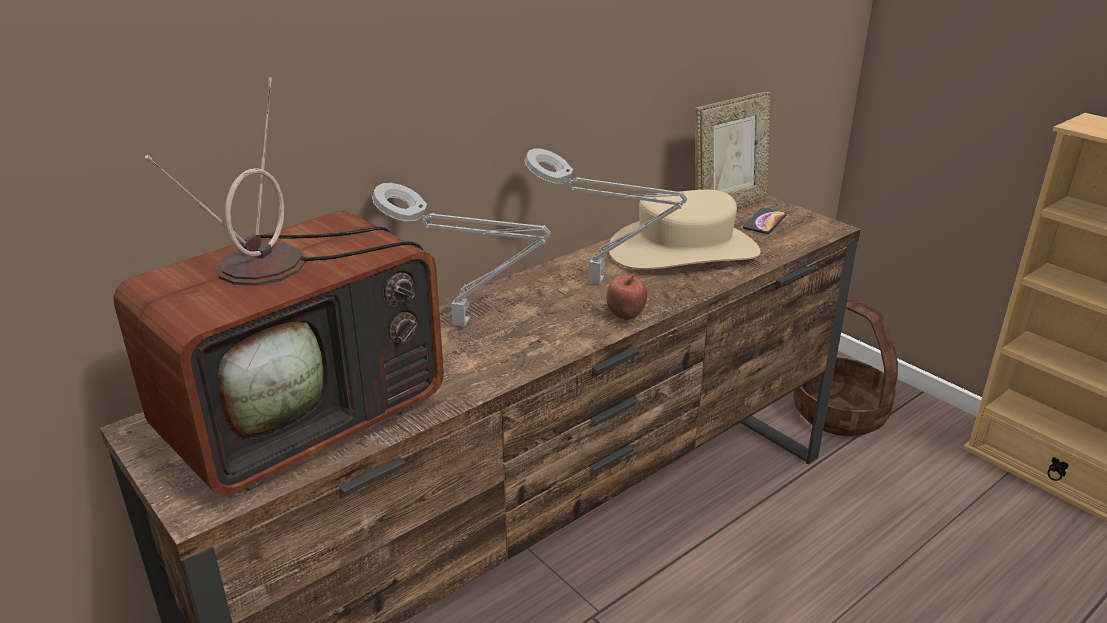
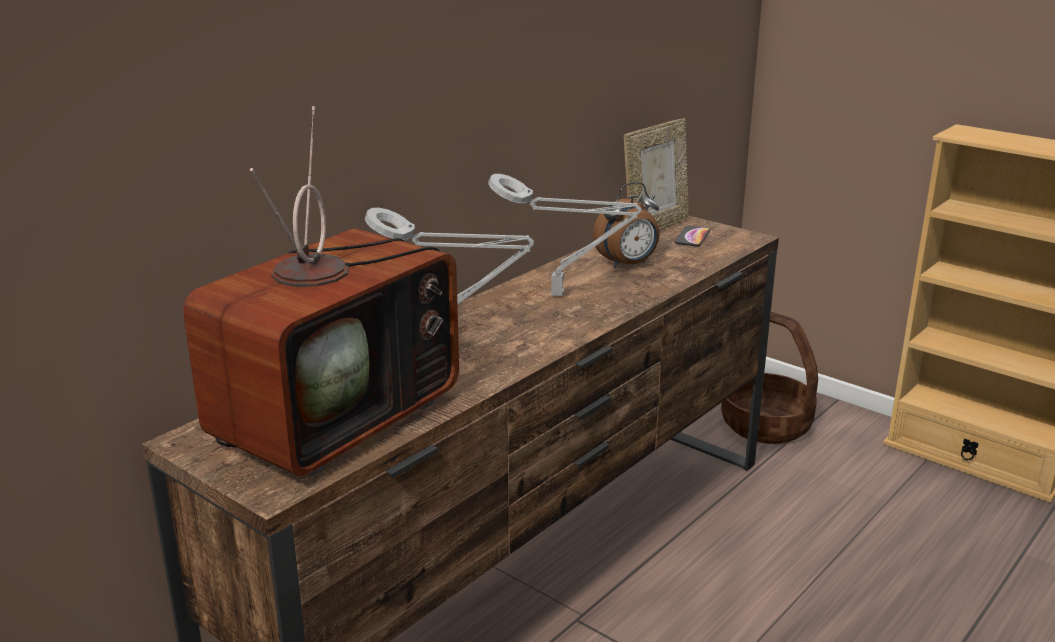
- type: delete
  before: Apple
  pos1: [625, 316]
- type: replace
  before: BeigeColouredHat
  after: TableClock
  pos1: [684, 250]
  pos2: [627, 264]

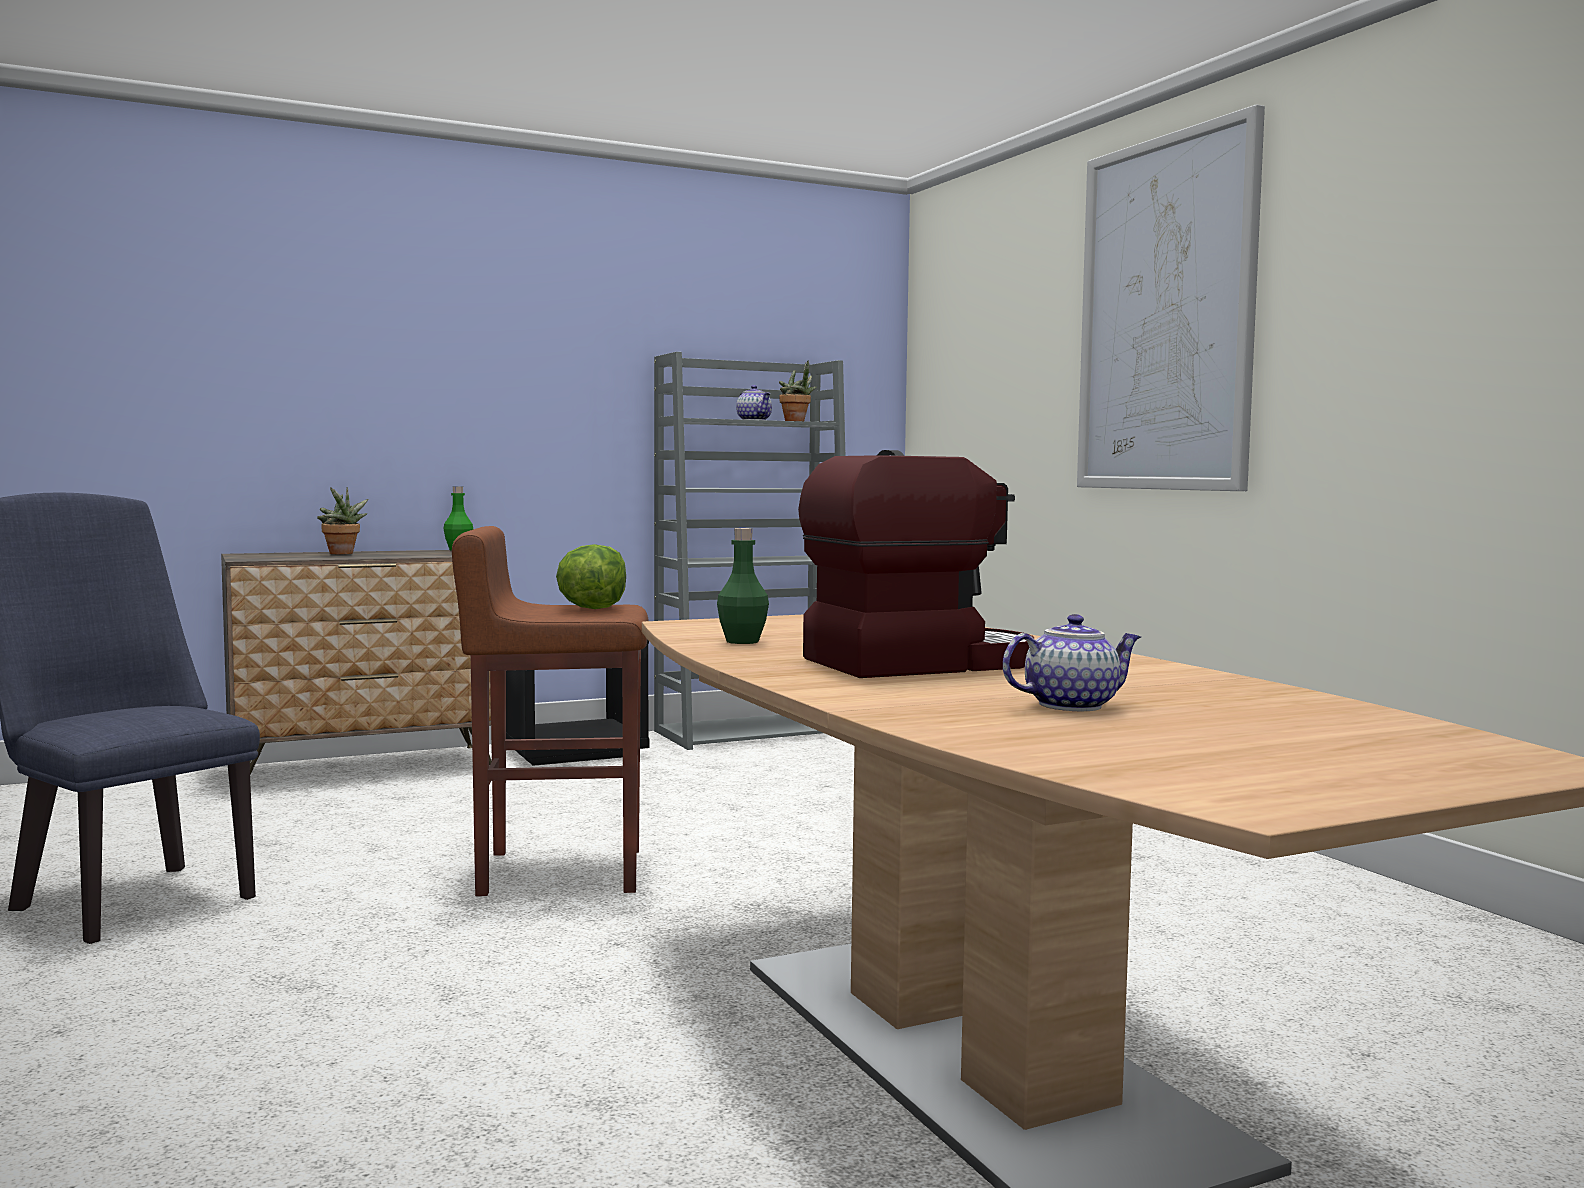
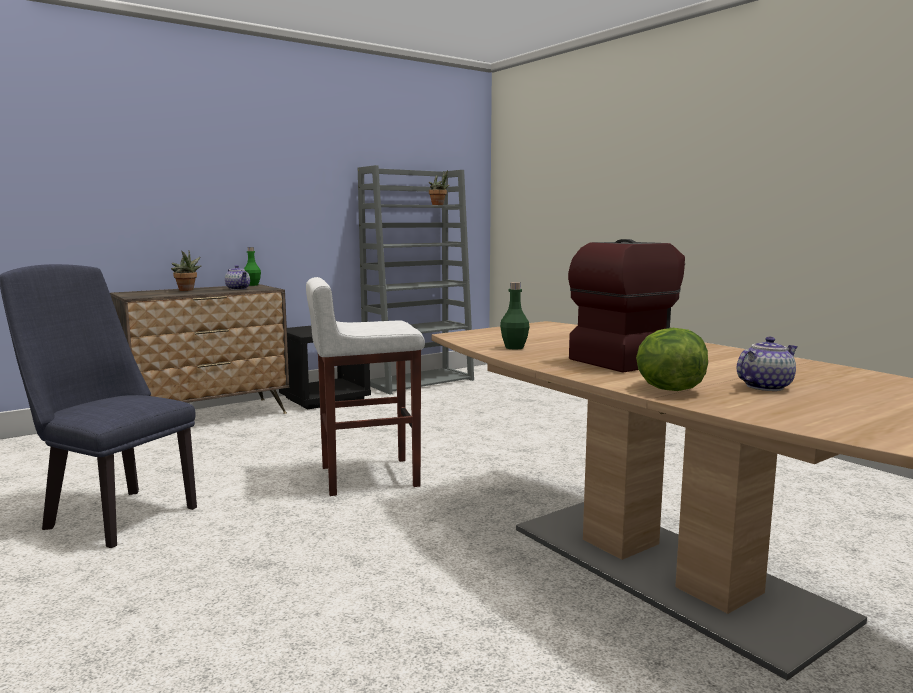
- type: recolor
  before: BrownColouredSittingStool
  after: WhiteColouredSittingStool
  pos1: [558, 871]
  pos2: [367, 476]
- type: move
  before: LettuceHead
  pos1: [592, 608]
  pos2: [668, 389]
- type: move
  before: Teapot
  pos1: [755, 420]
  pos2: [238, 289]
- type: delete
  before: Picture
  pos1: [1166, 314]

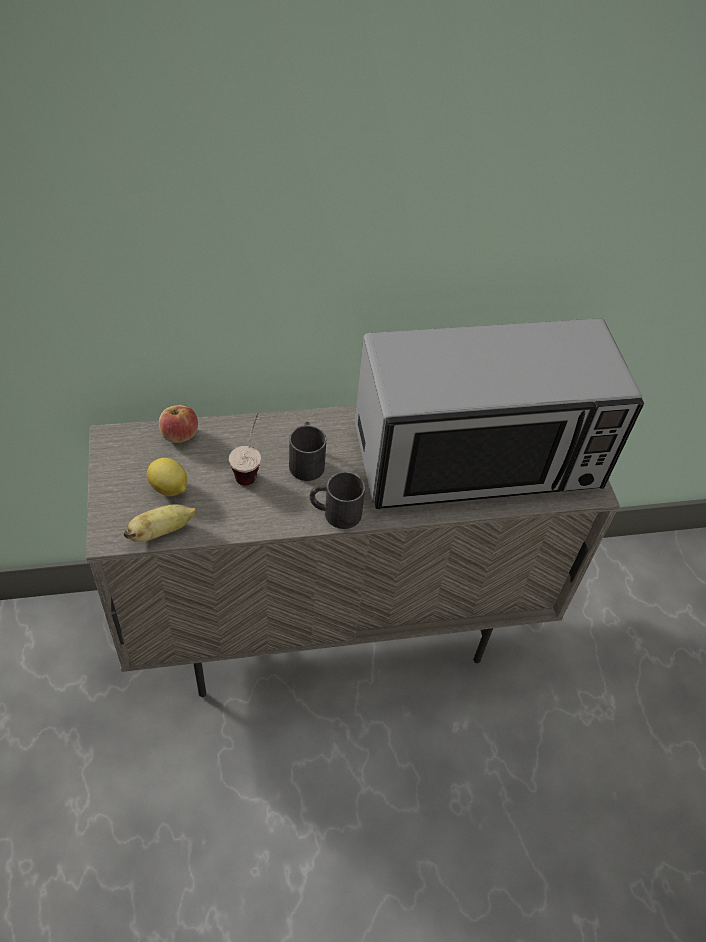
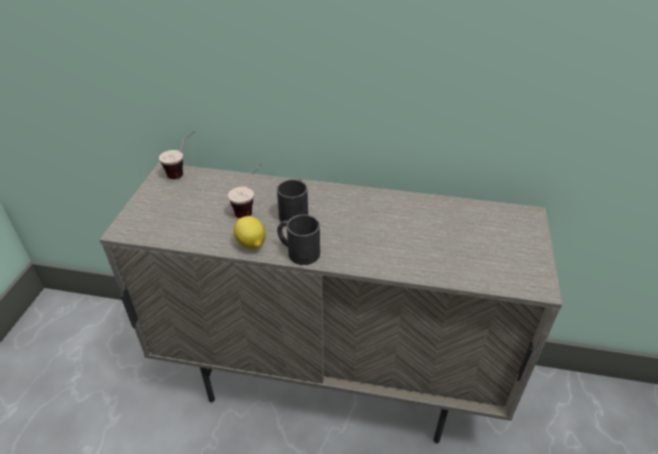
- type: delete
  before: BananaFruit
  pos1: [161, 531]
- type: move
  before: CitrusFruit
  pos1: [169, 488]
  pos2: [251, 244]
- type: delete
  before: Apple
  pos1: [179, 434]
- type: delete
  before: MicrowaveOven
  pos1: [478, 457]
- type: insert
  after: SmallCup
  pos2: [183, 171]

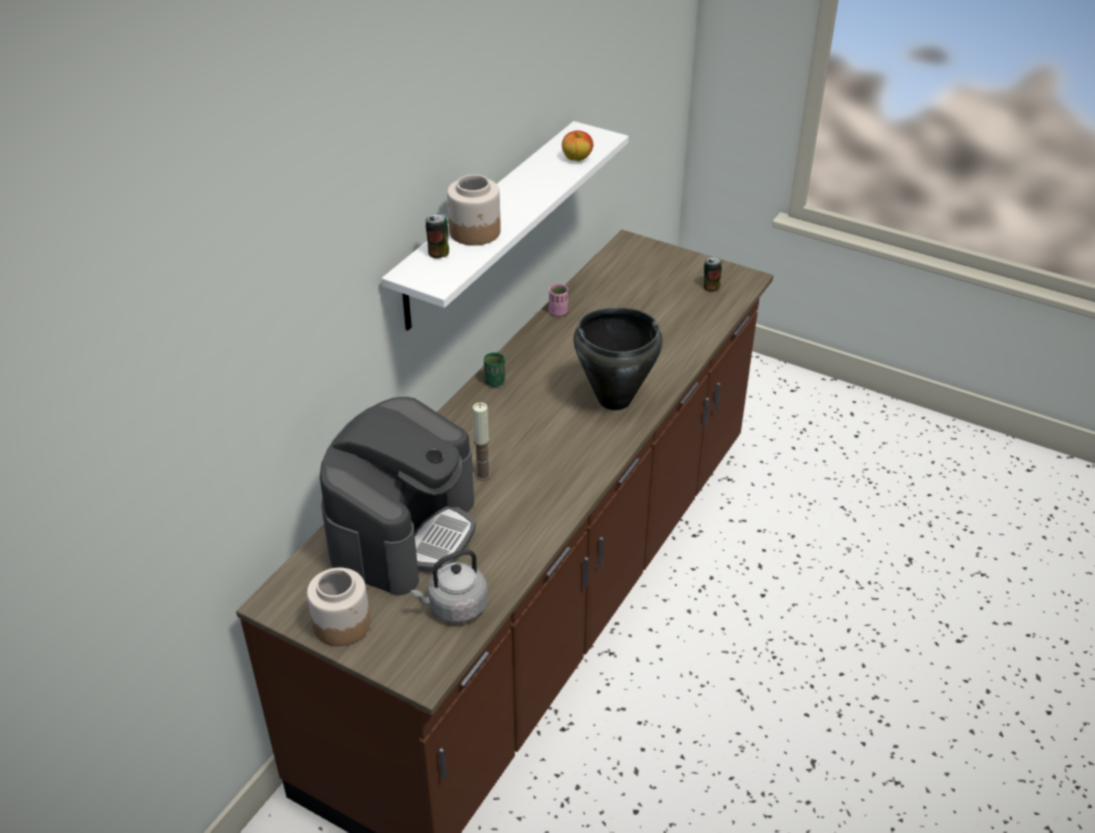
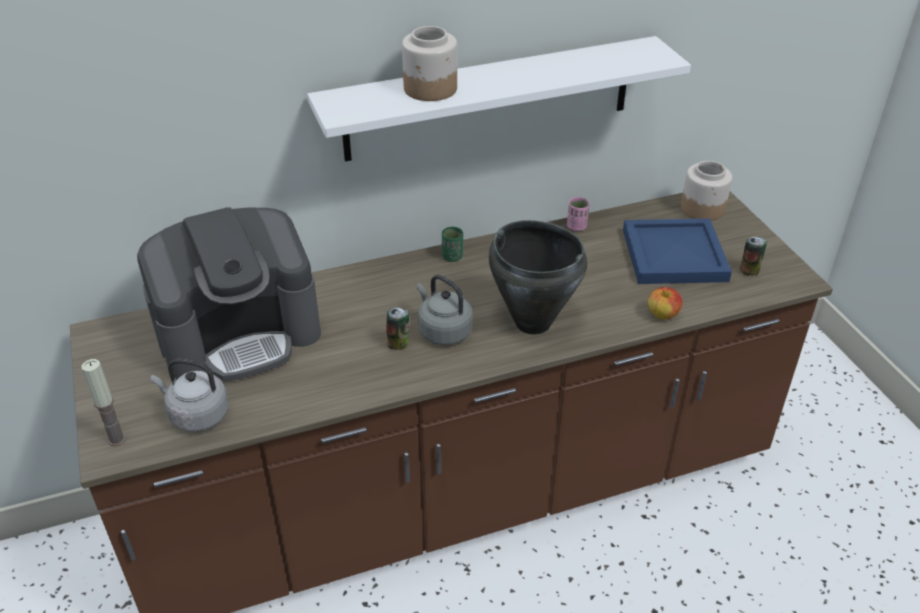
- type: move
  before: Jar
  pos1: [342, 624]
  pos2: [703, 208]
- type: move
  before: SealedCan
  pos1: [439, 253]
  pos2: [398, 343]
- type: move
  before: Candle
  pos1: [483, 475]
  pos2: [117, 439]
- type: move
  before: Apple
  pos1: [577, 158]
  pos2: [662, 315]
- type: insert
  after: GrayTeaKettle
  pos2: [443, 331]
- type: insert
  after: BlueColouredTray
  pos2: [672, 254]

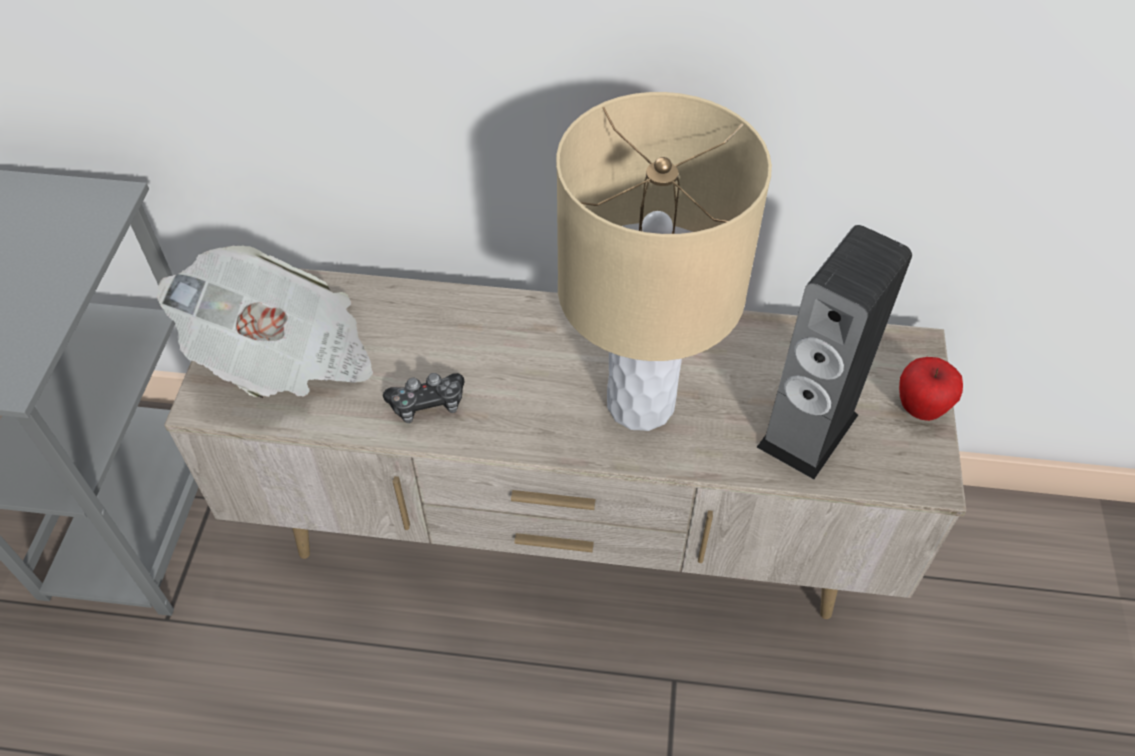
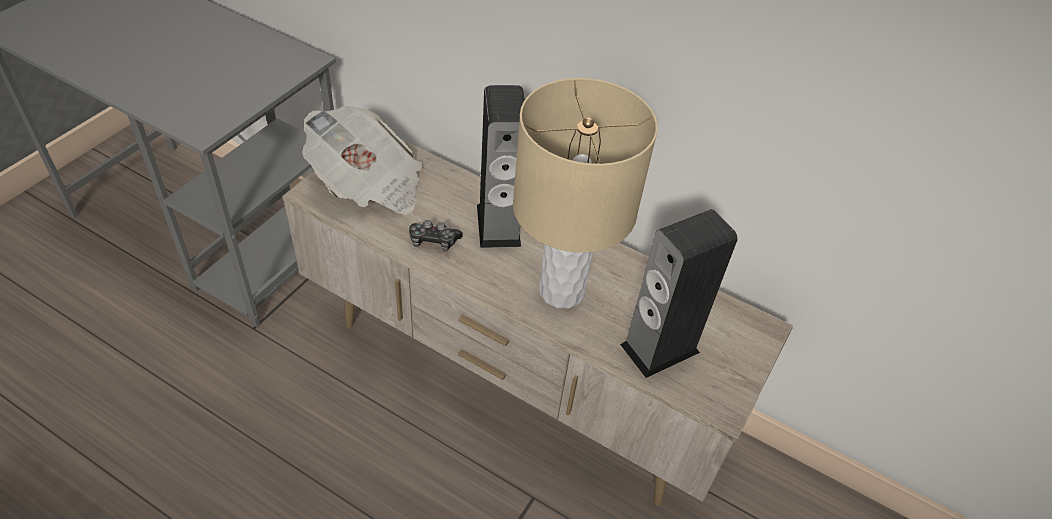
- type: delete
  before: Apple
  pos1: [920, 408]
- type: insert
  after: Loudspeaker
  pos2: [498, 225]

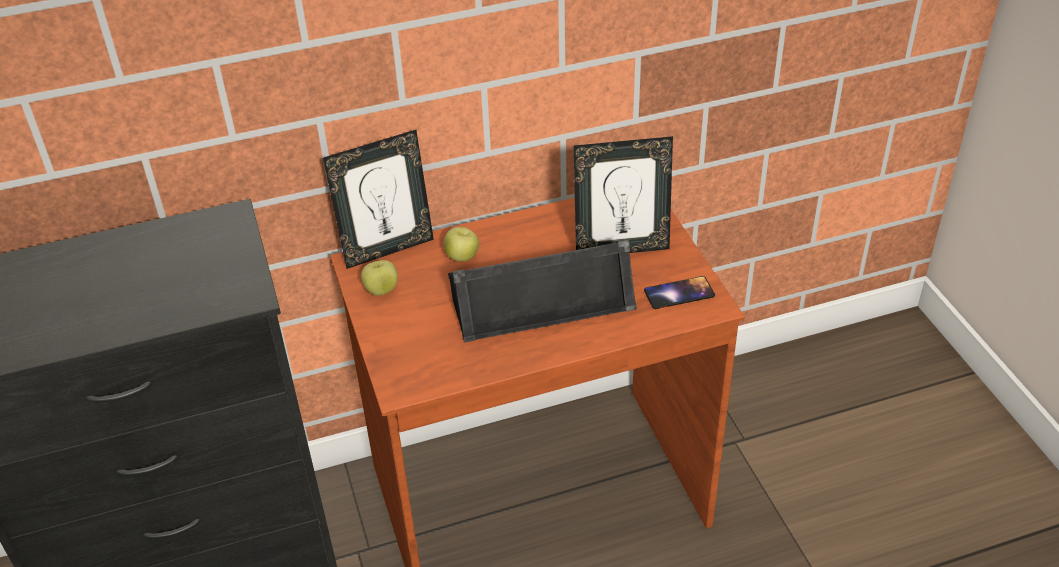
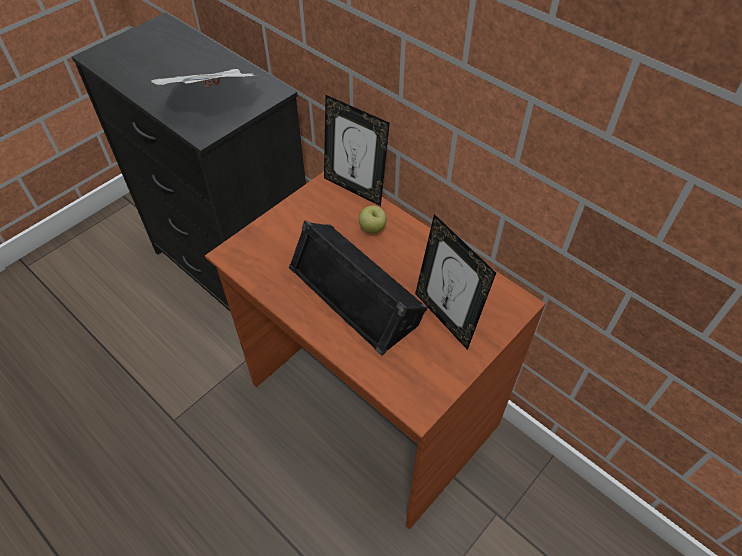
- type: delete
  before: Apple
  pos1: [381, 290]
- type: delete
  before: Phone
  pos1: [679, 293]
- type: insert
  after: DailyPaper
  pos2: [214, 100]

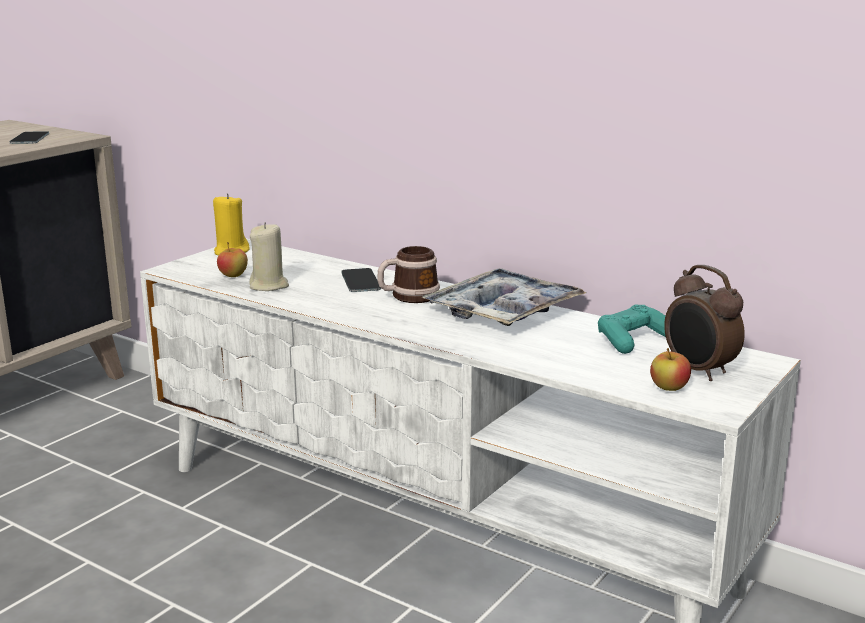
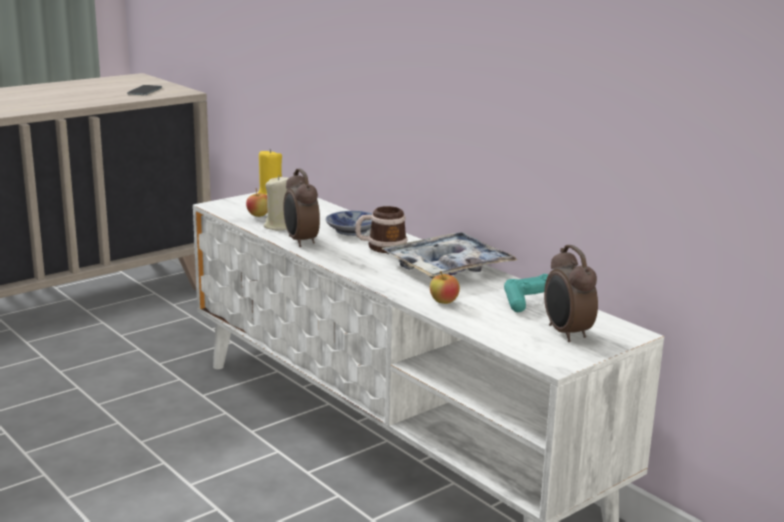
- type: replace
  before: Phone
  after: DeepDish
  pos1: [360, 281]
  pos2: [353, 230]
- type: move
  before: Apple
  pos1: [669, 388]
  pos2: [444, 302]
- type: insert
  after: TableClock
  pos2: [300, 241]

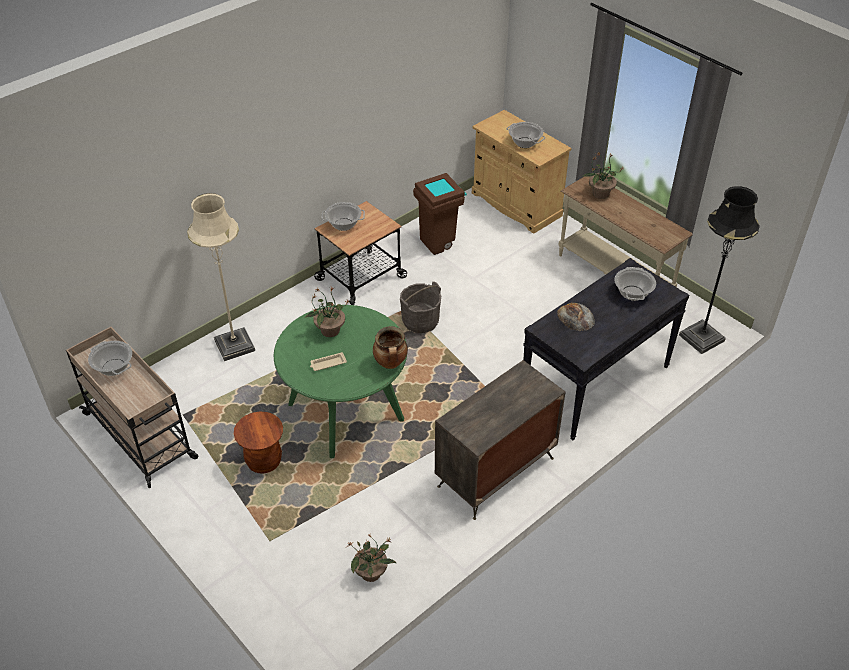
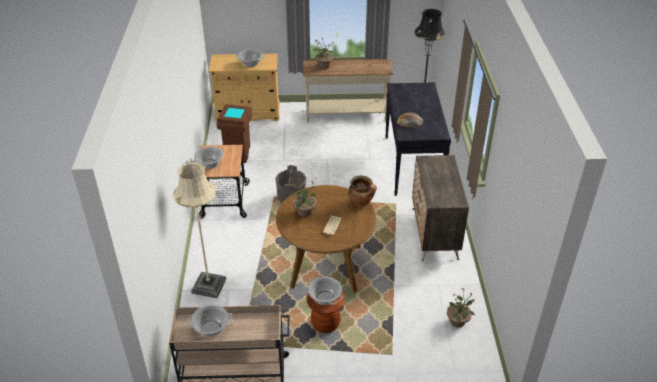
- type: recolor
  before: GreenishKitchenTable
  after: BrownColouredKitchenTable
  pos1: [345, 412]
  pos2: [326, 266]
- type: move
  before: CookingPot
  pos1: [632, 293]
  pos2: [324, 298]

